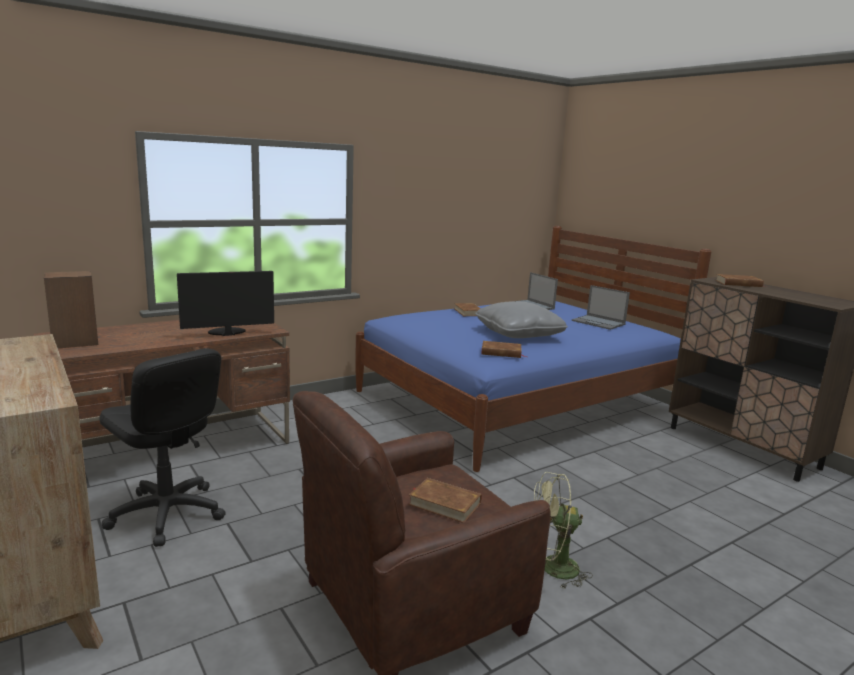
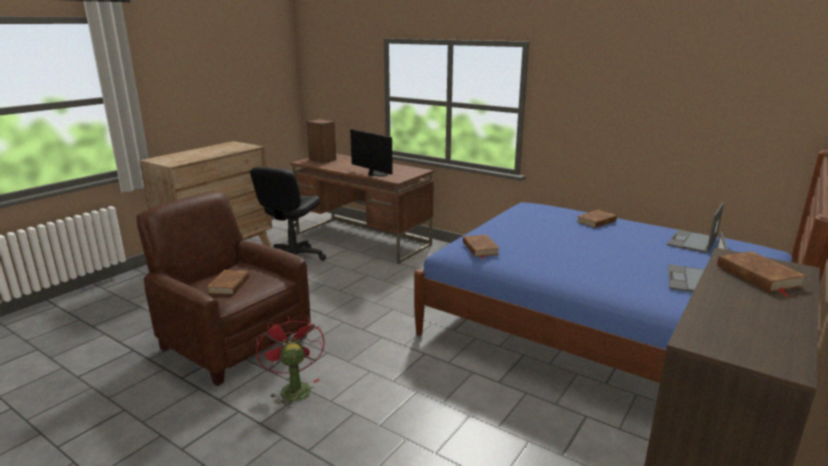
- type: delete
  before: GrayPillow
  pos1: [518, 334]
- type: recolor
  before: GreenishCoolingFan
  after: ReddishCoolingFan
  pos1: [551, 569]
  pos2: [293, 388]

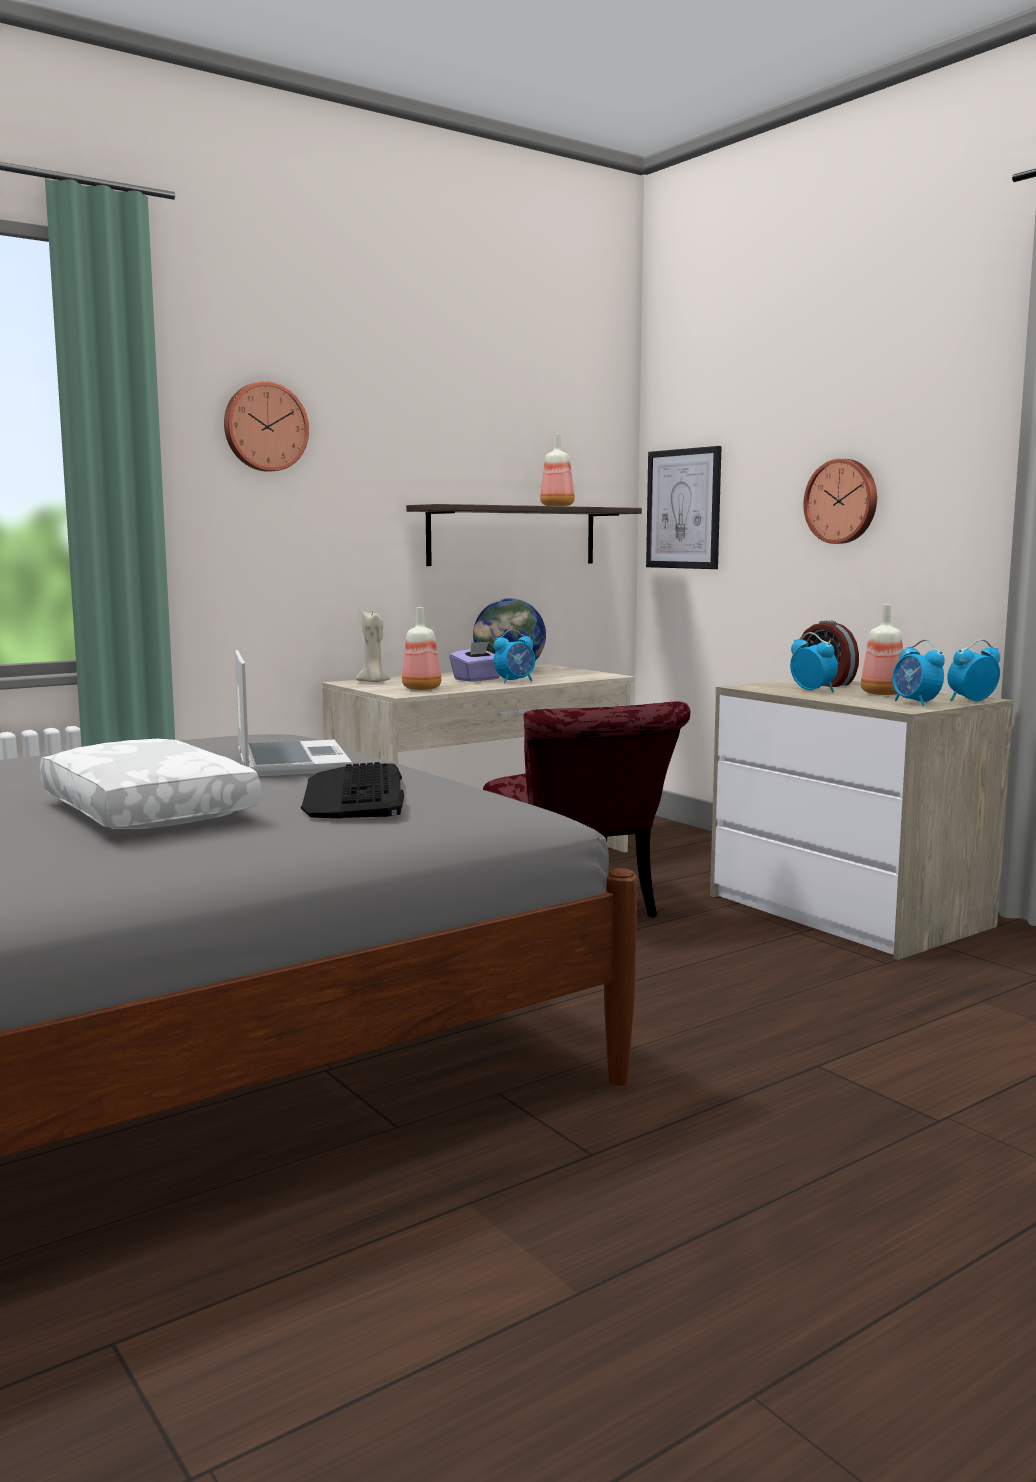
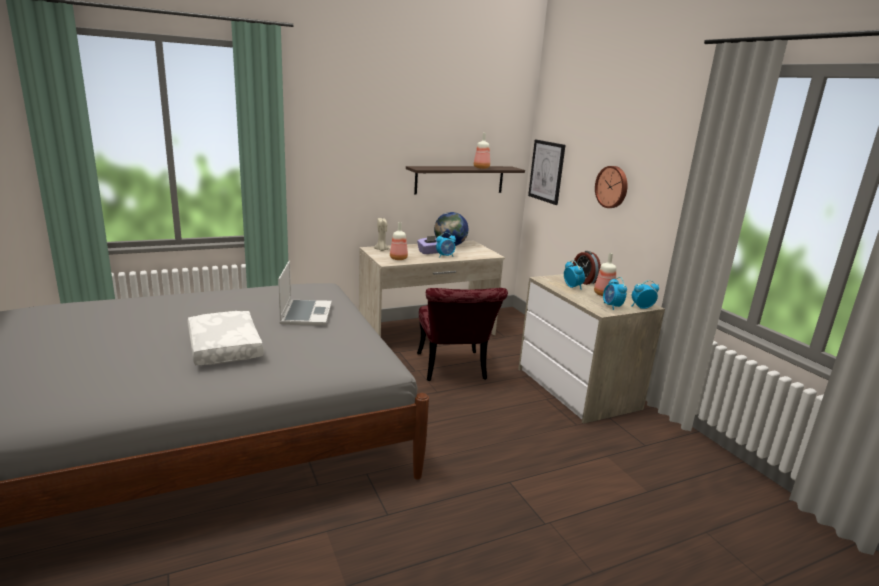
- type: delete
  before: HangingClock
  pos1: [264, 427]
- type: delete
  before: ComputerKeyboard
  pos1: [355, 794]

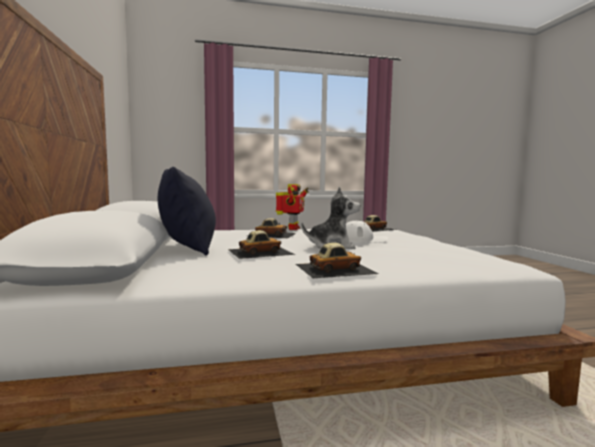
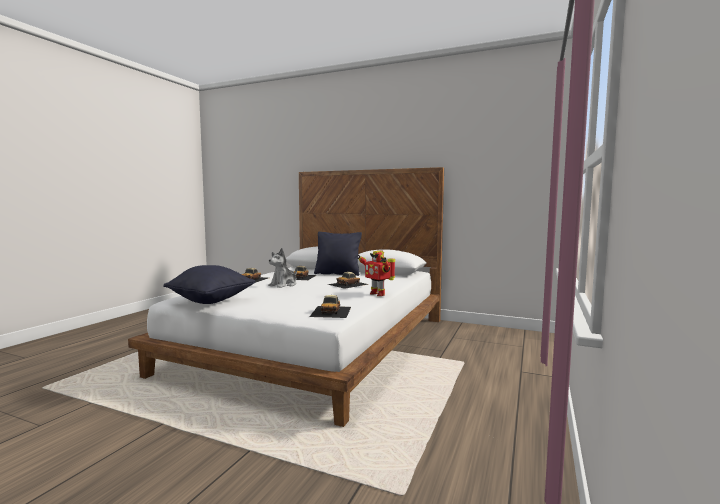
- type: delete
  before: WhiteColouredPeakedCap
  pos1: [363, 240]
- type: insert
  after: BlackColouredPillow
  pos2: [211, 301]

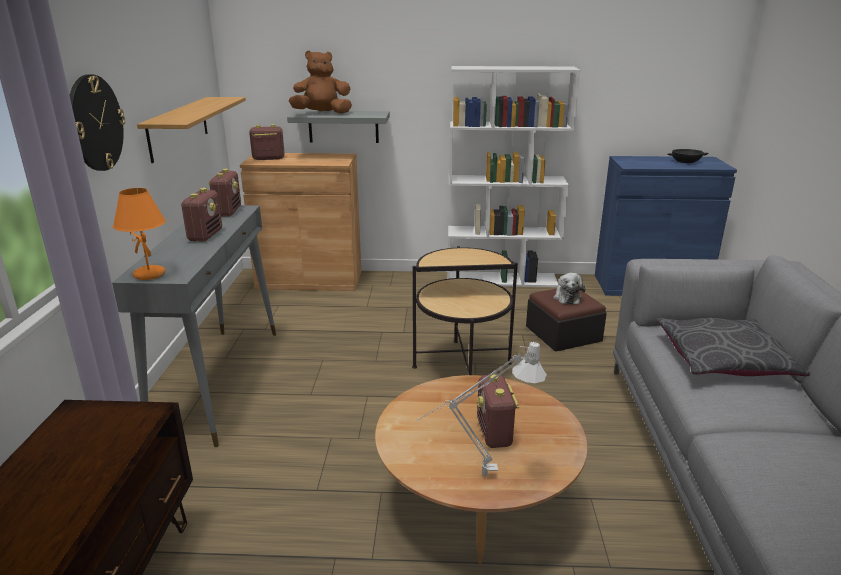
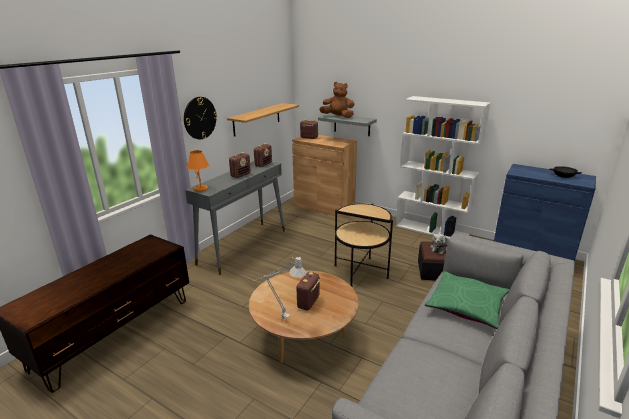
- type: recolor
  before: GrayPillow
  after: GreenishPillow
  pos1: [723, 359]
  pos2: [466, 305]

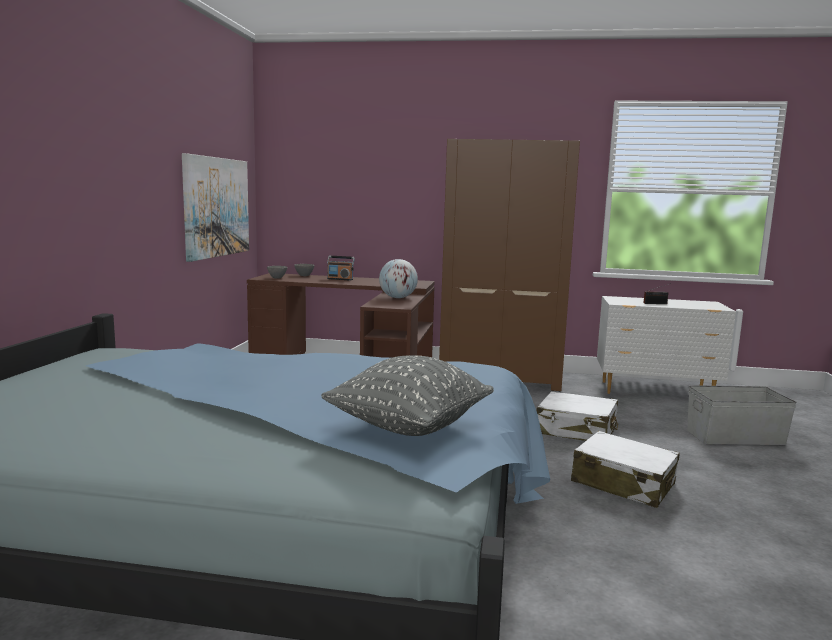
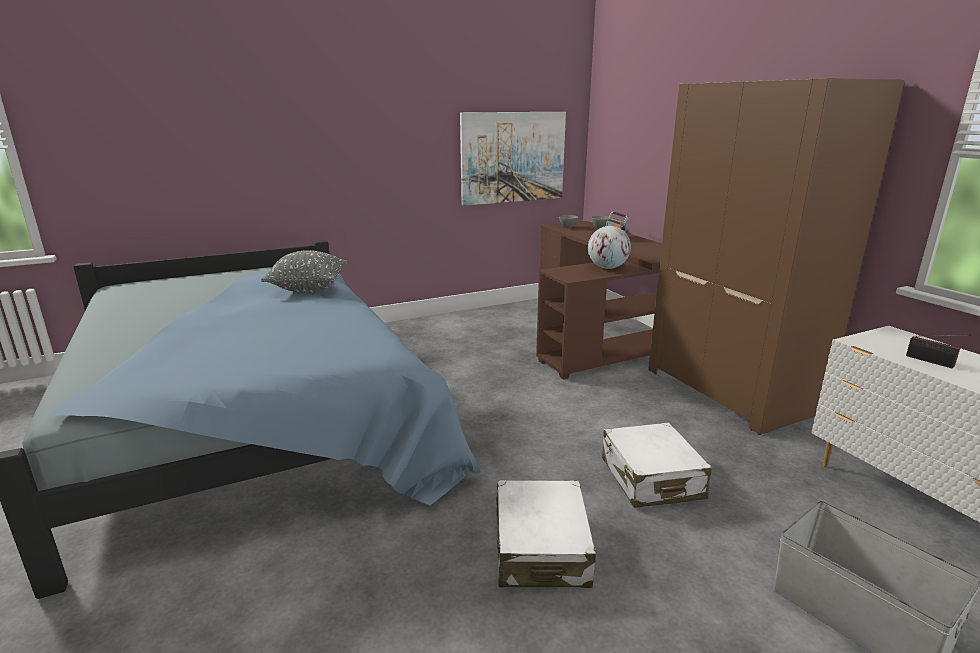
- type: move
  before: GrayPillow
  pos1: [409, 427]
  pos2: [309, 289]

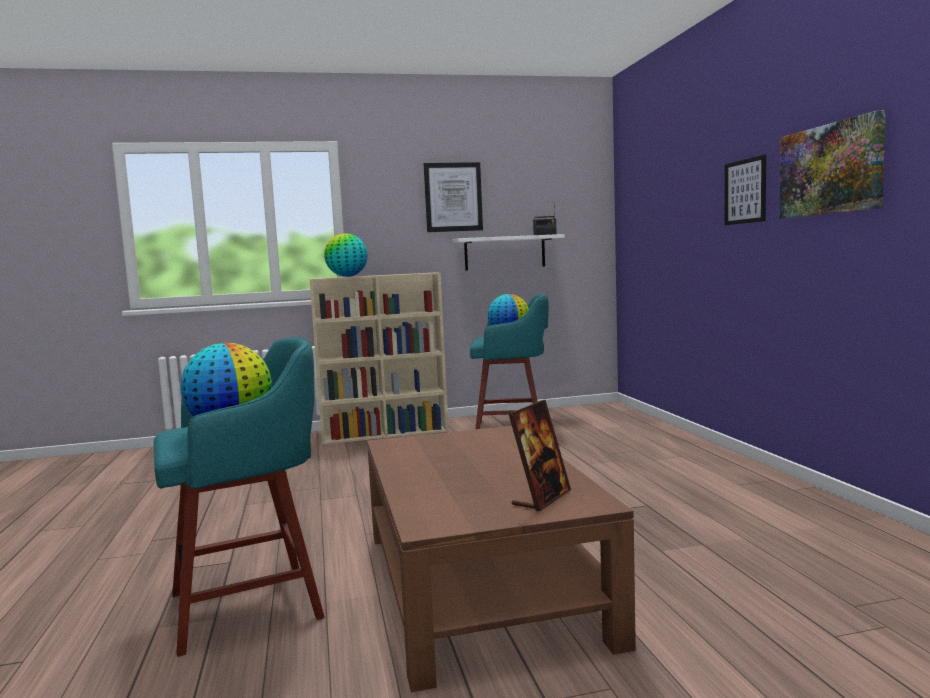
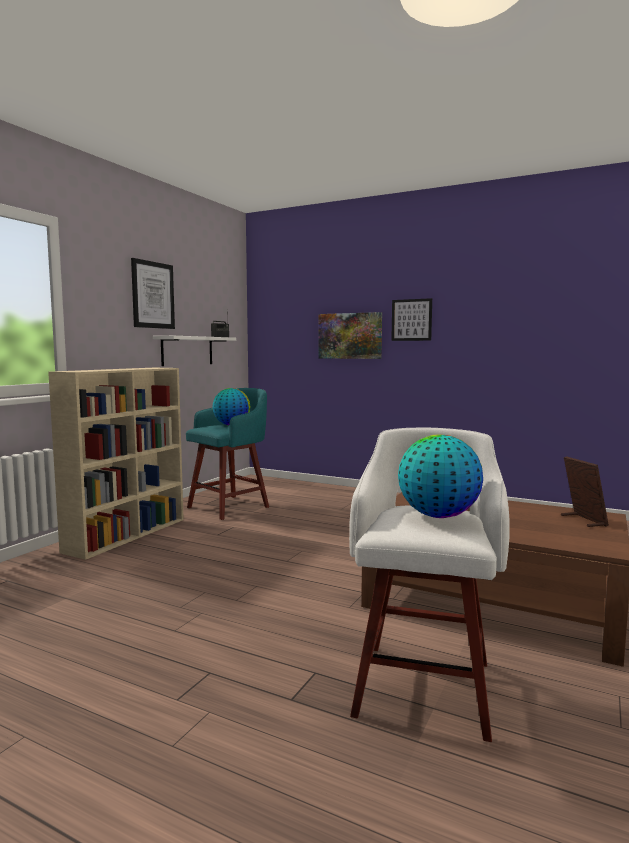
- type: recolor
  before: BlueGreenSittingStool
  after: WhiteColouredSittingStool
  pos1: [251, 604]
  pos2: [425, 684]
- type: delete
  before: WorldGlobe
  pos1: [347, 276]
- type: move
  before: Picture
  pos1: [830, 169]
  pos2: [350, 336]

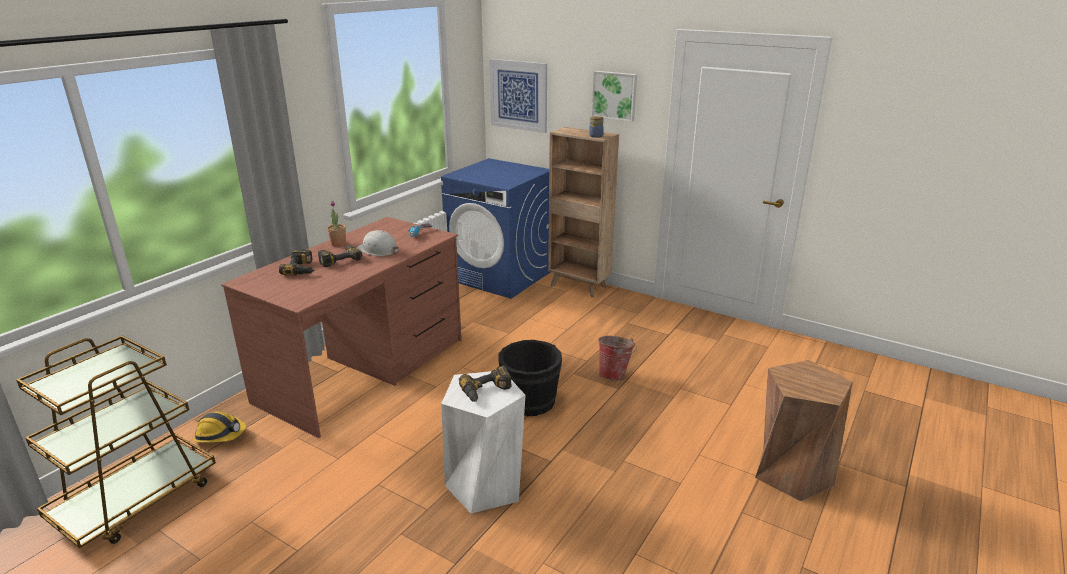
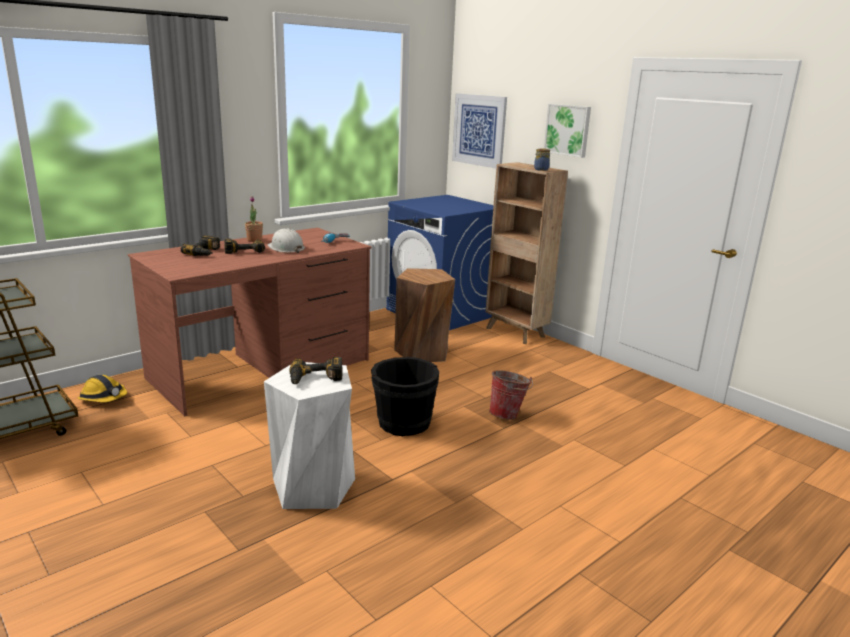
- type: move
  before: BrownColouredSittingStool
  pos1: [792, 473]
  pos2: [423, 352]

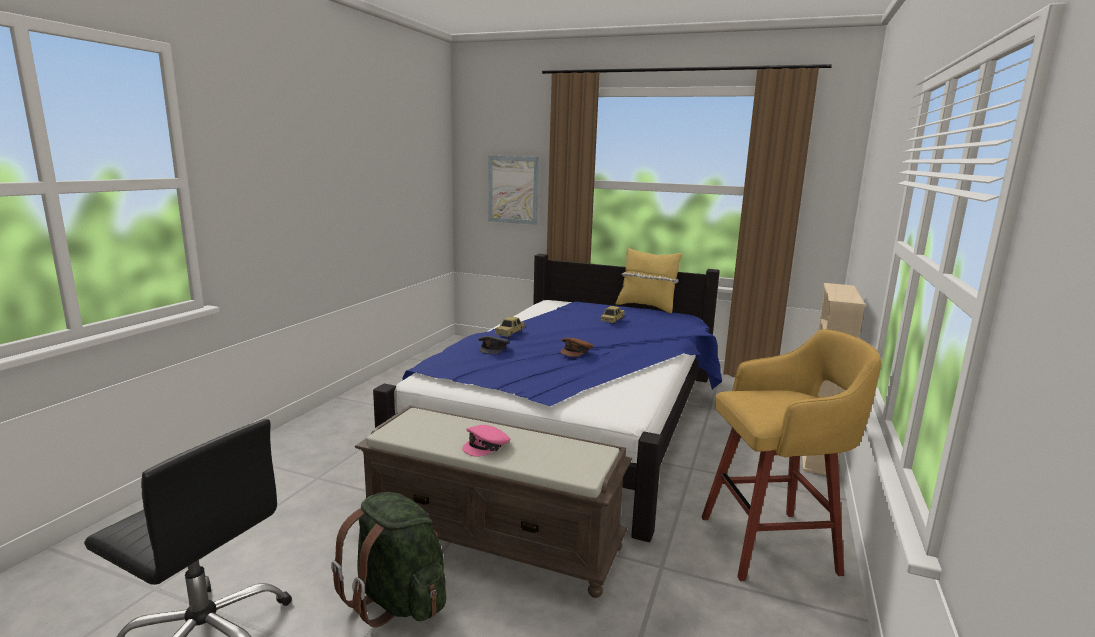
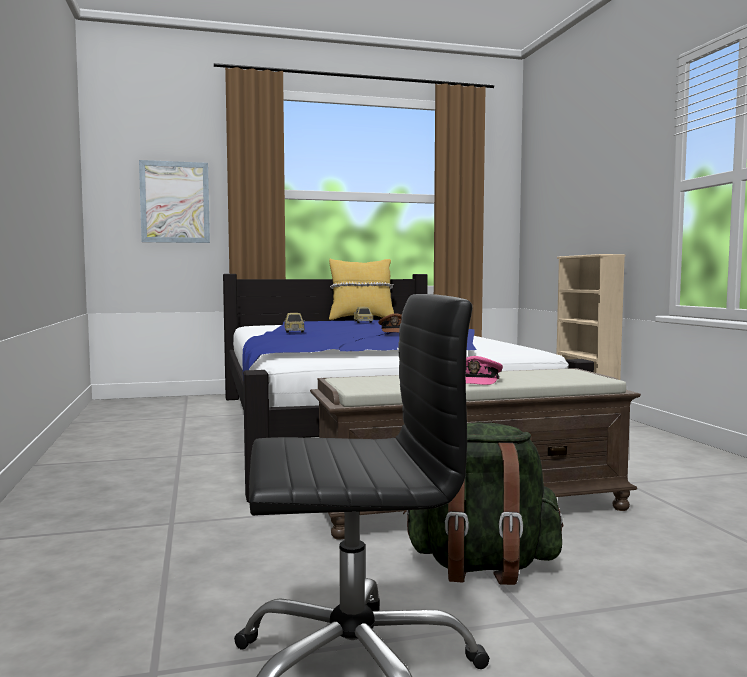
- type: delete
  before: GrayPeakedCap
  pos1: [493, 348]
- type: delete
  before: YellowishSittingStool
  pos1: [772, 544]

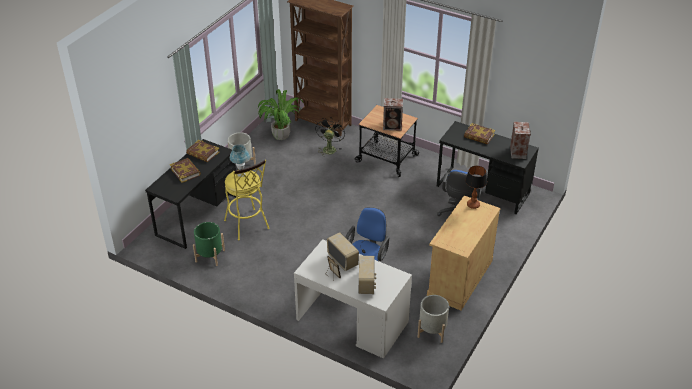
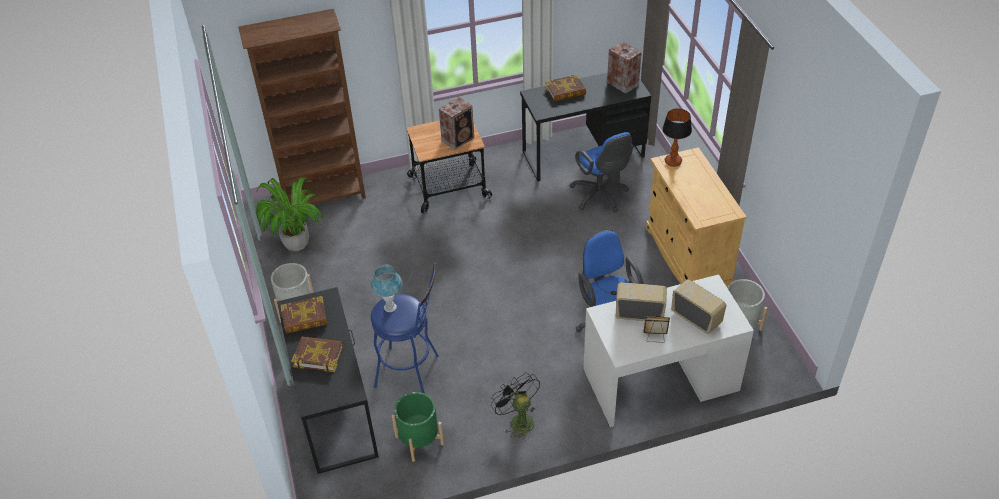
- type: recolor
  before: YellowishSittingStool
  after: BlueColouredSittingStool
  pos1: [248, 227]
  pos2: [412, 372]
- type: move
  before: BlackColouredCoolingFan
  pos1: [329, 148]
  pos2: [517, 420]

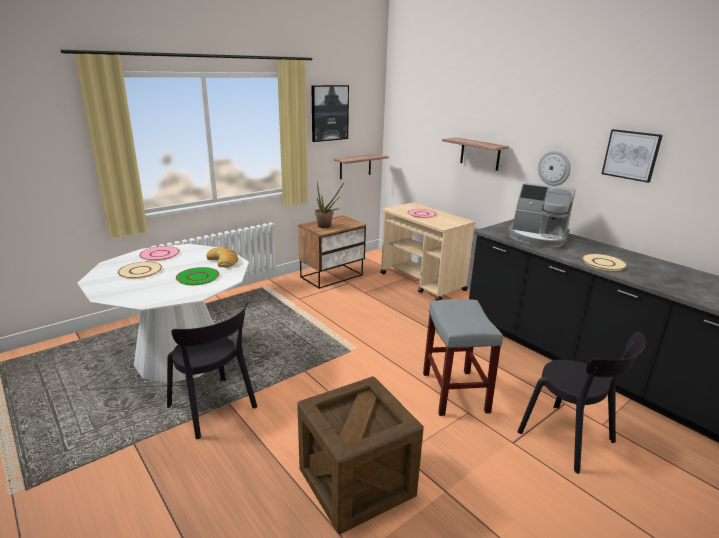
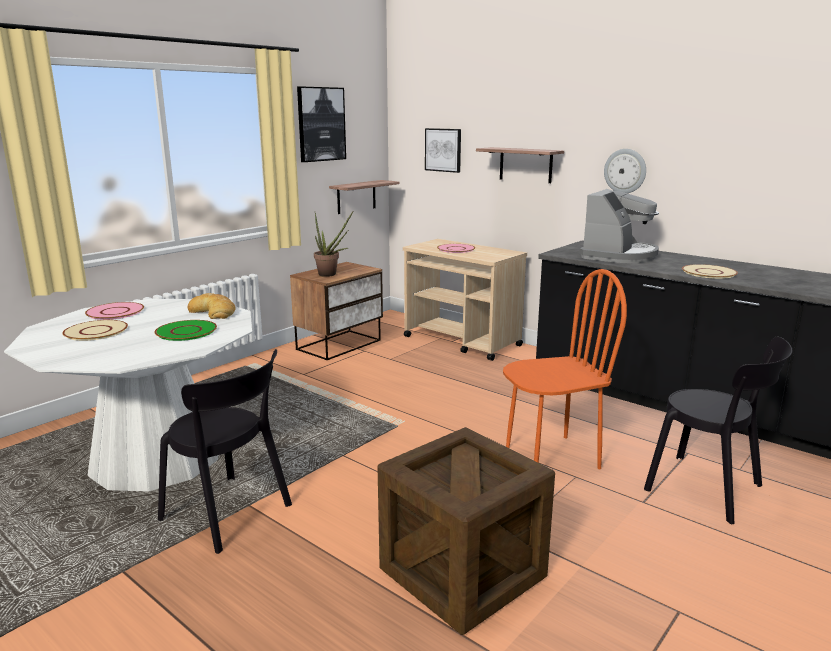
- type: replace
  before: GraySittingStool
  after: OrangeyChair
  pos1: [455, 393]
  pos2: [551, 457]
- type: rotate
  before: CoffeeMachine
  pos1: [537, 237]
  pos2: [618, 255]
  turn: -75
- type: move
  before: Picture
  pos1: [631, 155]
  pos2: [443, 150]

